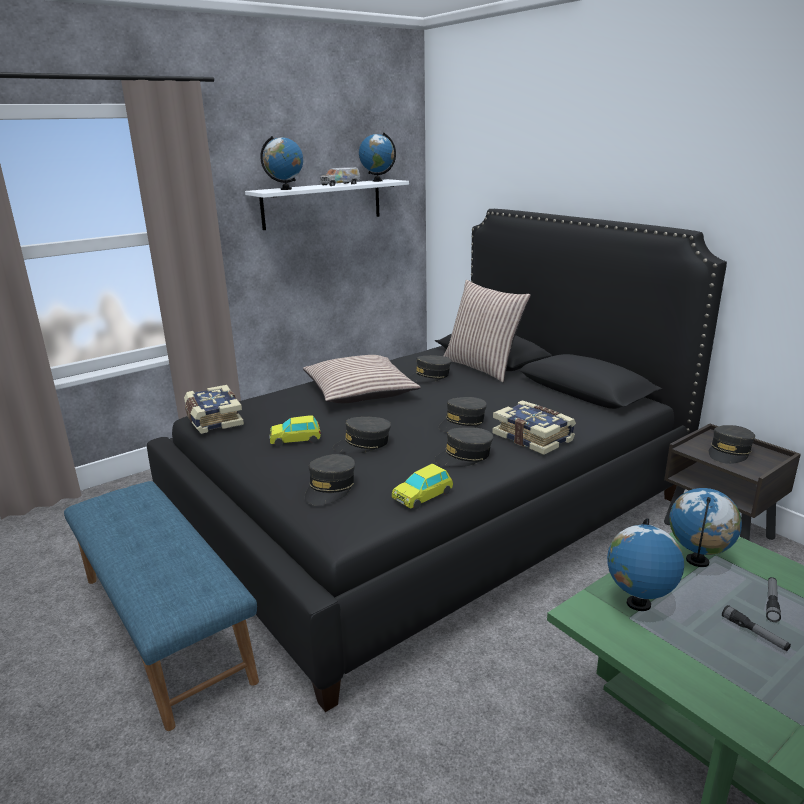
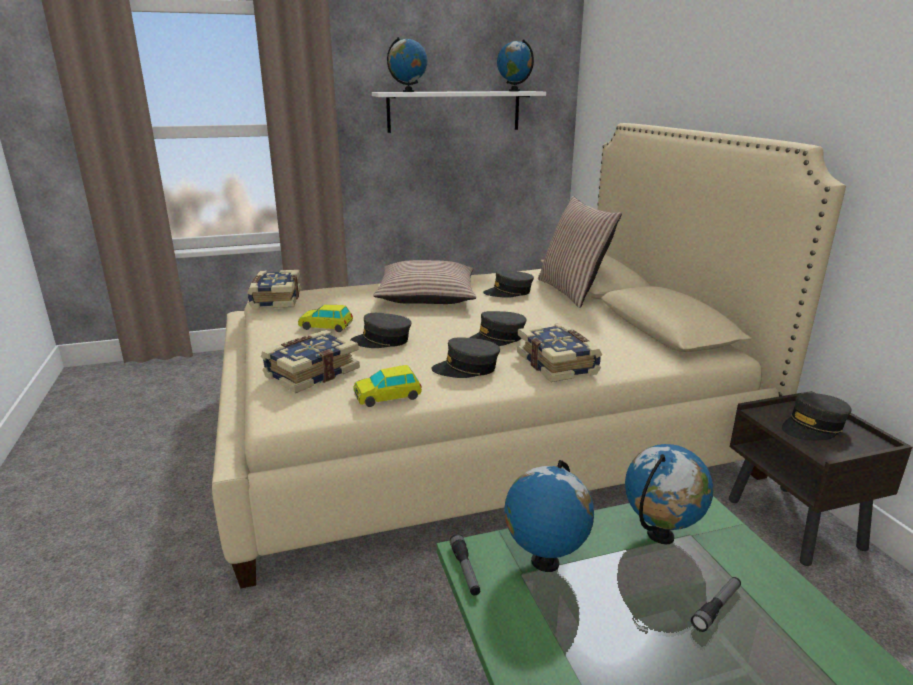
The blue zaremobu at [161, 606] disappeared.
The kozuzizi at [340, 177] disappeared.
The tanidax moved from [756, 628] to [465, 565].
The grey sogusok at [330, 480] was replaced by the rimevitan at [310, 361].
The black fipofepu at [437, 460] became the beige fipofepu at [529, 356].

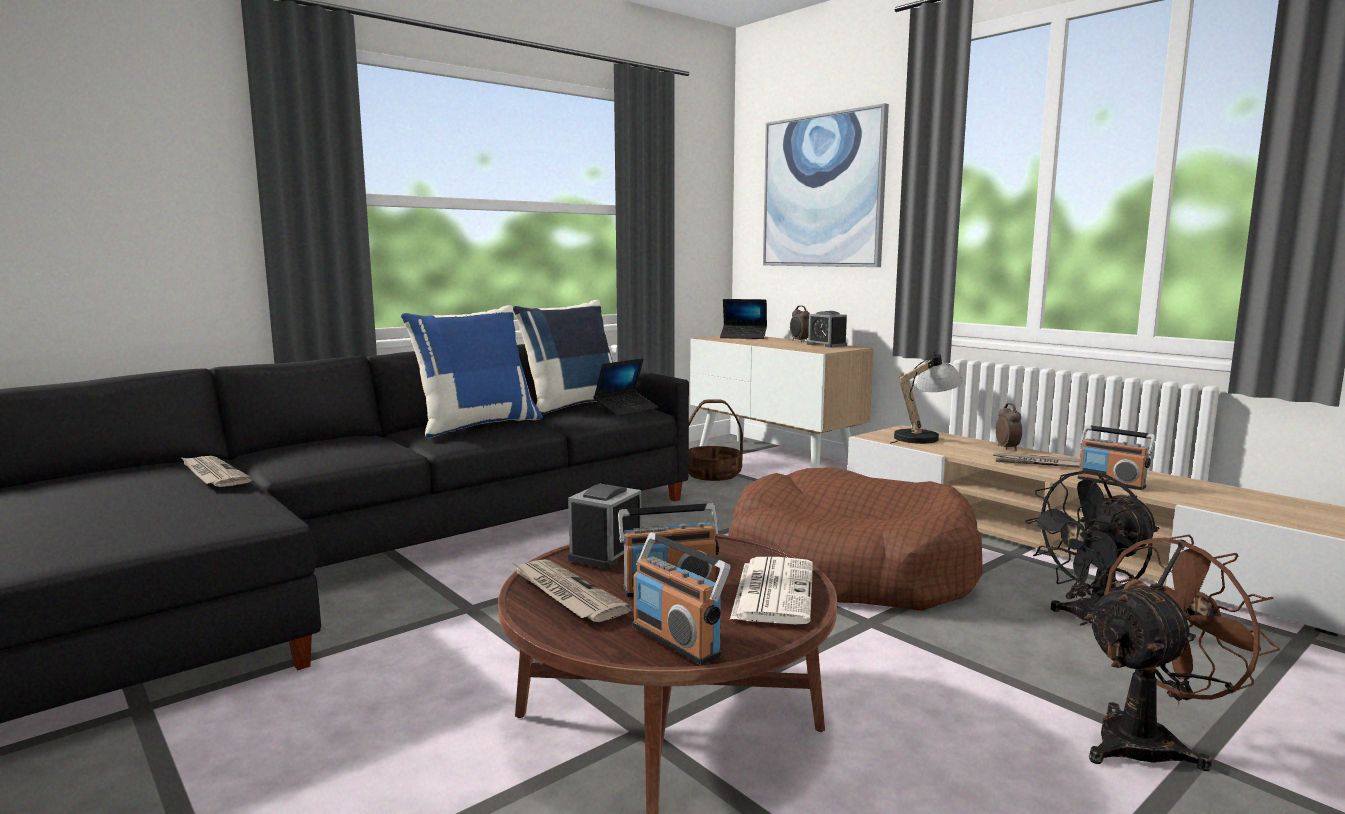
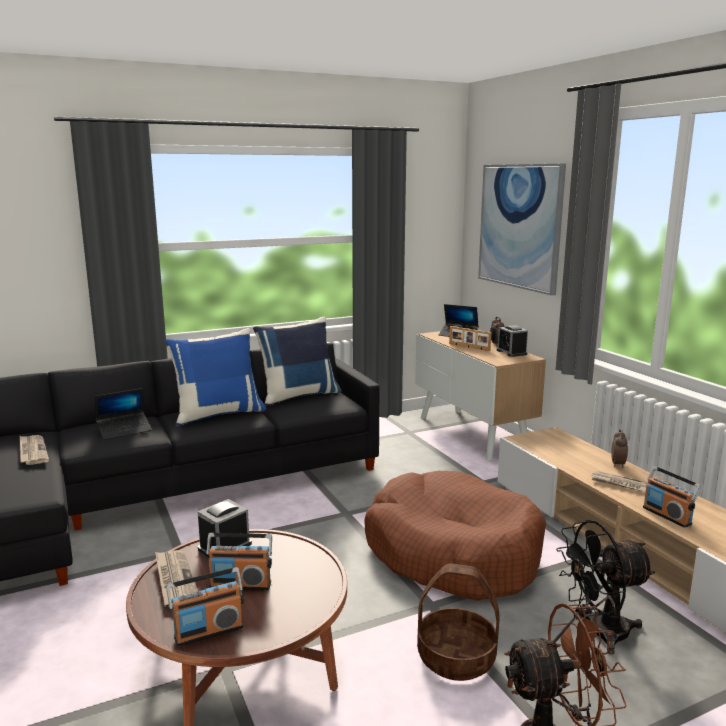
The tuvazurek at [771, 590] disappeared.
The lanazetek at [926, 397] disappeared.
The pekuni at [470, 338] appeared.
The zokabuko moved from [626, 387] to [123, 414].
The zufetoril moved from [715, 440] to [458, 622].
The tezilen at [682, 598] turned 90 degrees counterclockwise.

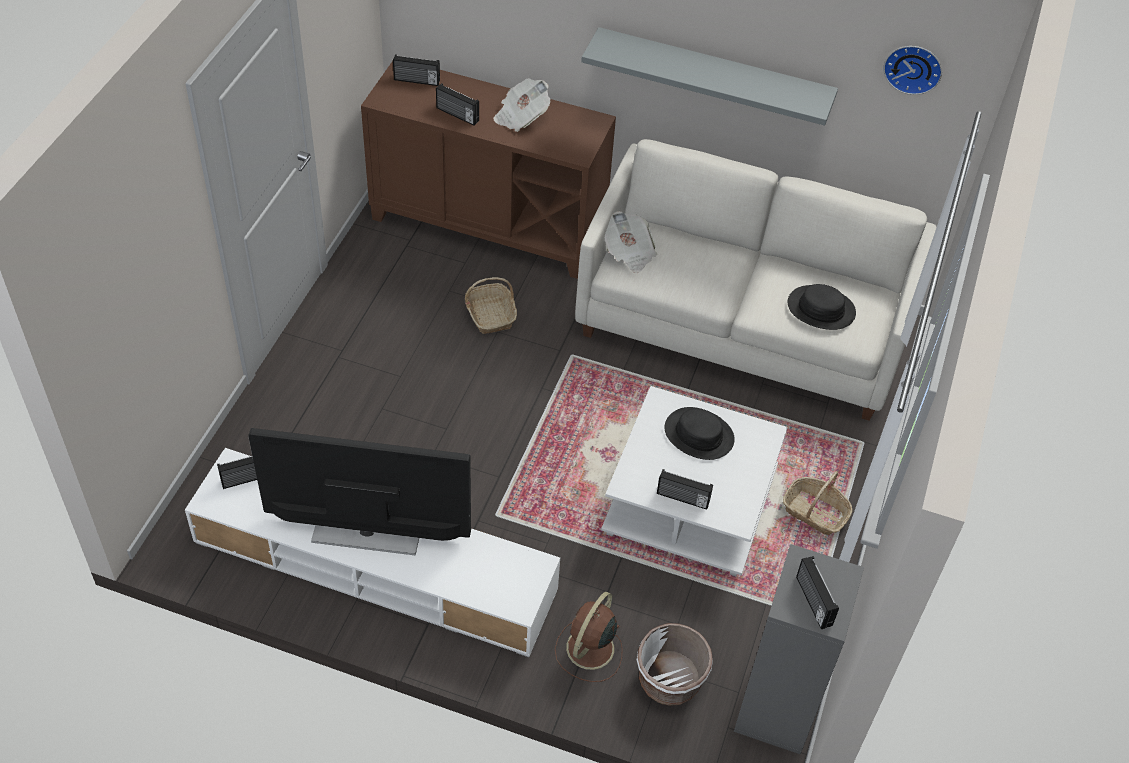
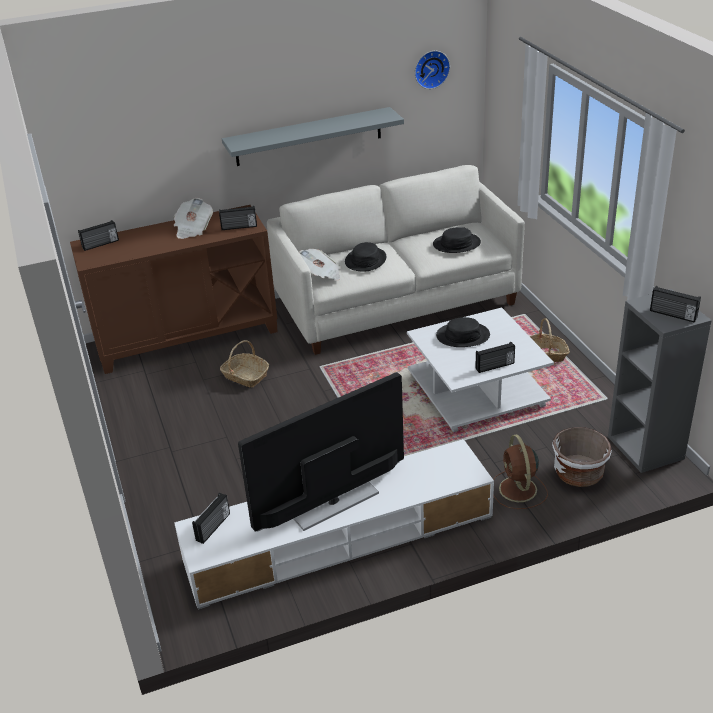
The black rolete at [365, 257] appeared.
The tezilen moved from [457, 104] to [238, 218].

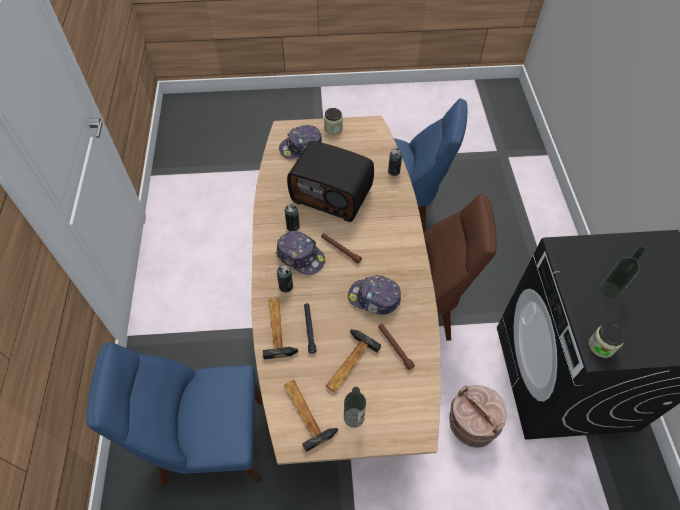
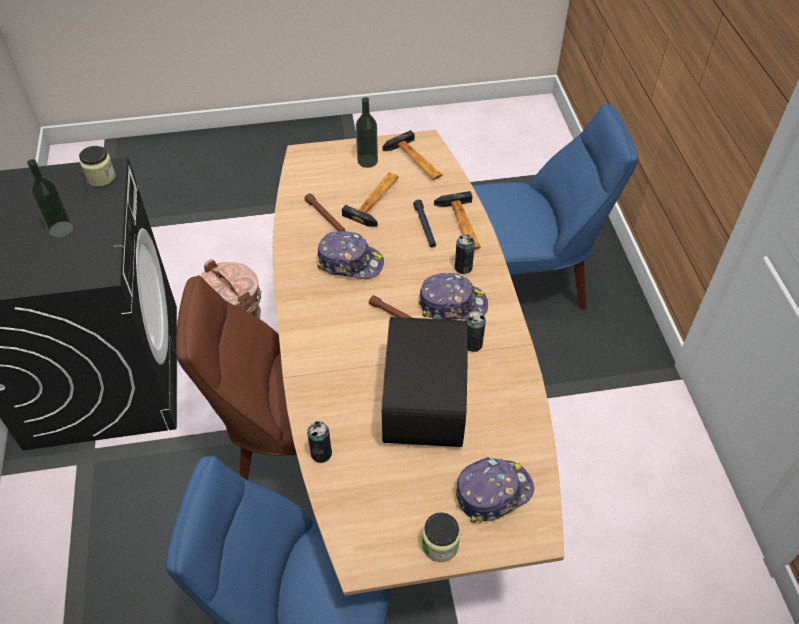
The sogusok at [300, 253] turned 150 degrees clockwise.
The tezilen at [330, 181] turned 75 degrees clockwise.

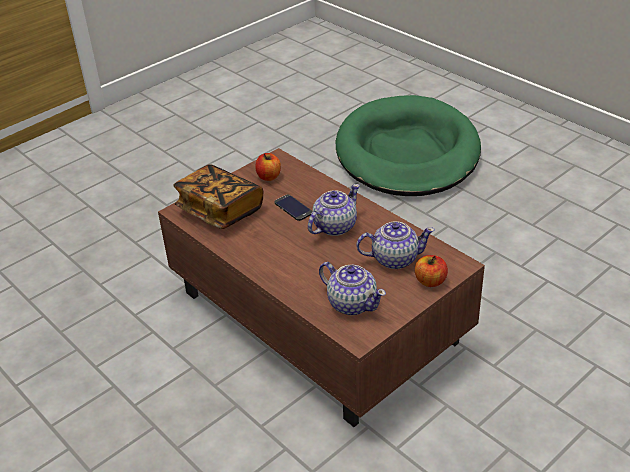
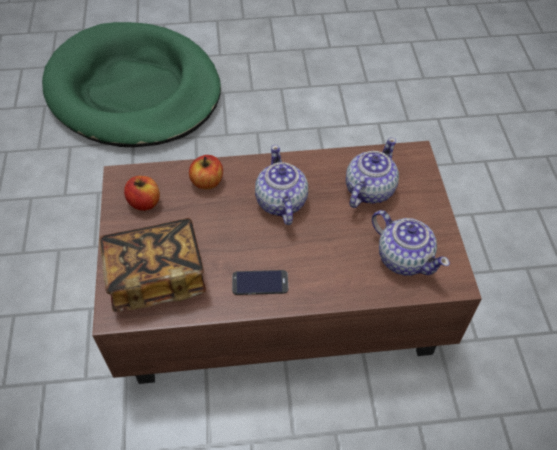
The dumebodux moved from [293, 208] to [260, 282].
The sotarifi moved from [431, 271] to [206, 172].
The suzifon at [352, 288] turned 60 degrees clockwise.

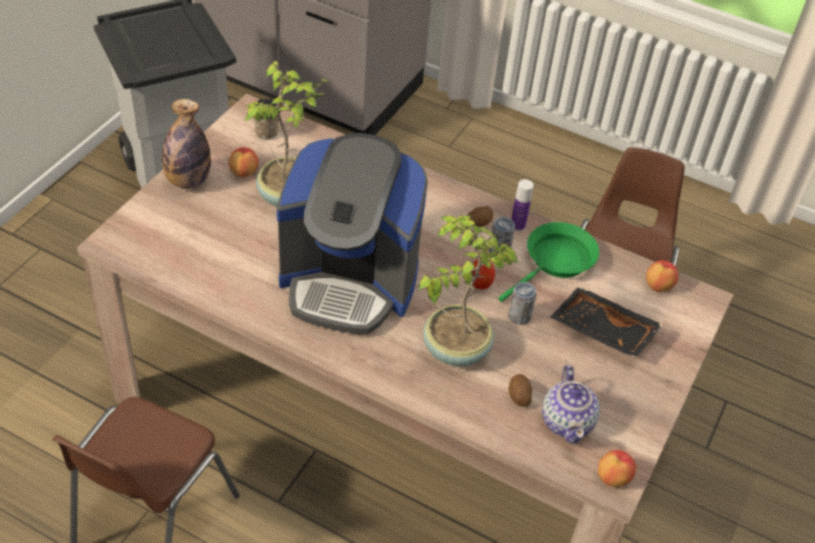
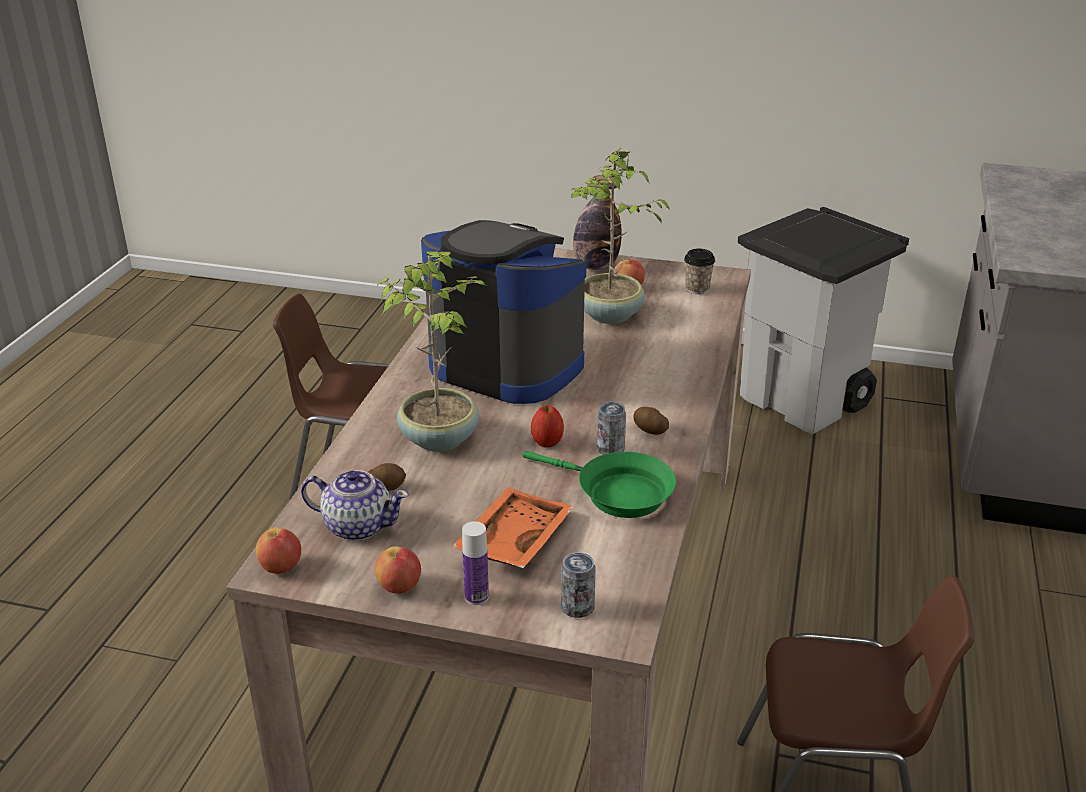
The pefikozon moved from [522, 303] to [578, 585].
The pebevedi moved from [522, 205] to [475, 563].
The sotarifi moved from [662, 276] to [397, 570].
The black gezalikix at [606, 322] became the orange gezalikix at [512, 527].
The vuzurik at [352, 233] turned 120 degrees clockwise.
The suzifon at [571, 404] turned 150 degrees counterclockwise.

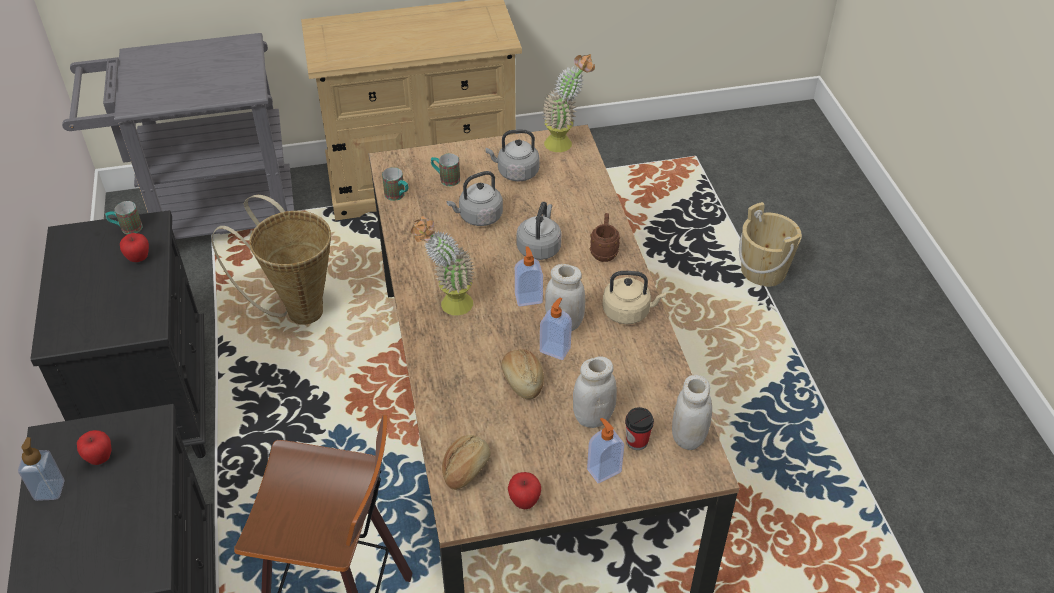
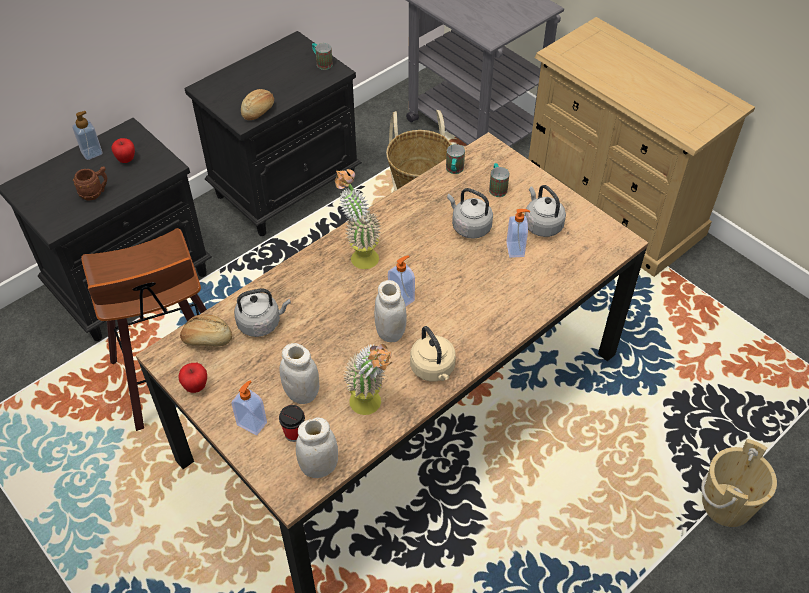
The sotarifi at [134, 247] disappeared.
The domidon moved from [523, 374] to [257, 104].
The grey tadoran moved from [539, 231] to [262, 312].
The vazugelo moved from [556, 329] to [518, 233].
The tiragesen moved from [569, 103] to [367, 379].
The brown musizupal moved from [605, 237] to [90, 183].

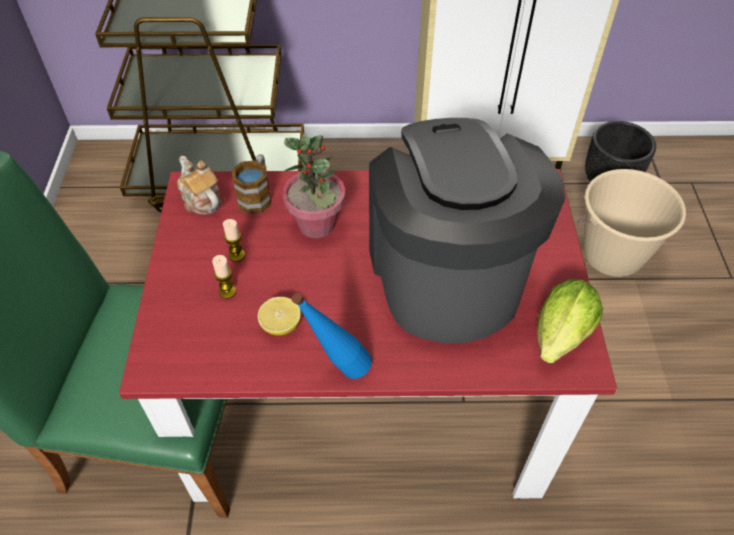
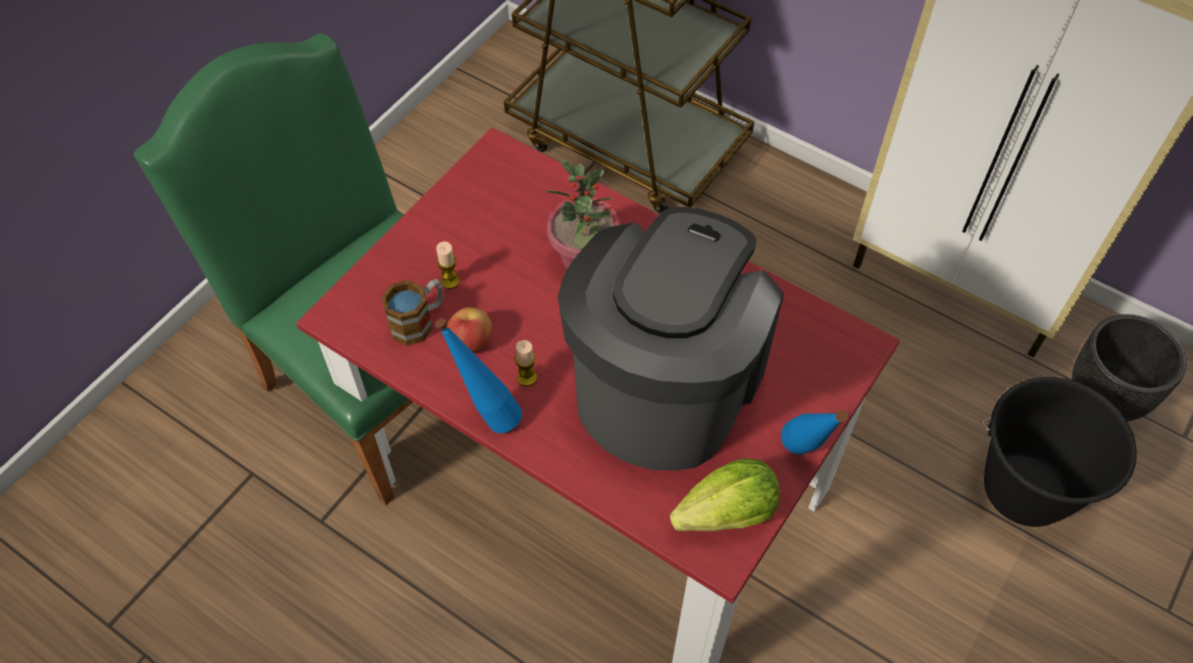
The suzifon at [200, 185] disappeared.
The blue pebevedi at [814, 432] appeared.
The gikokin moved from [234, 240] to [526, 363].
The musizupal moved from [251, 184] to [412, 312].
The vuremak at [279, 316] was replaced by the sotarifi at [469, 329].
The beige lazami at [632, 223] became the black lazami at [1059, 452].

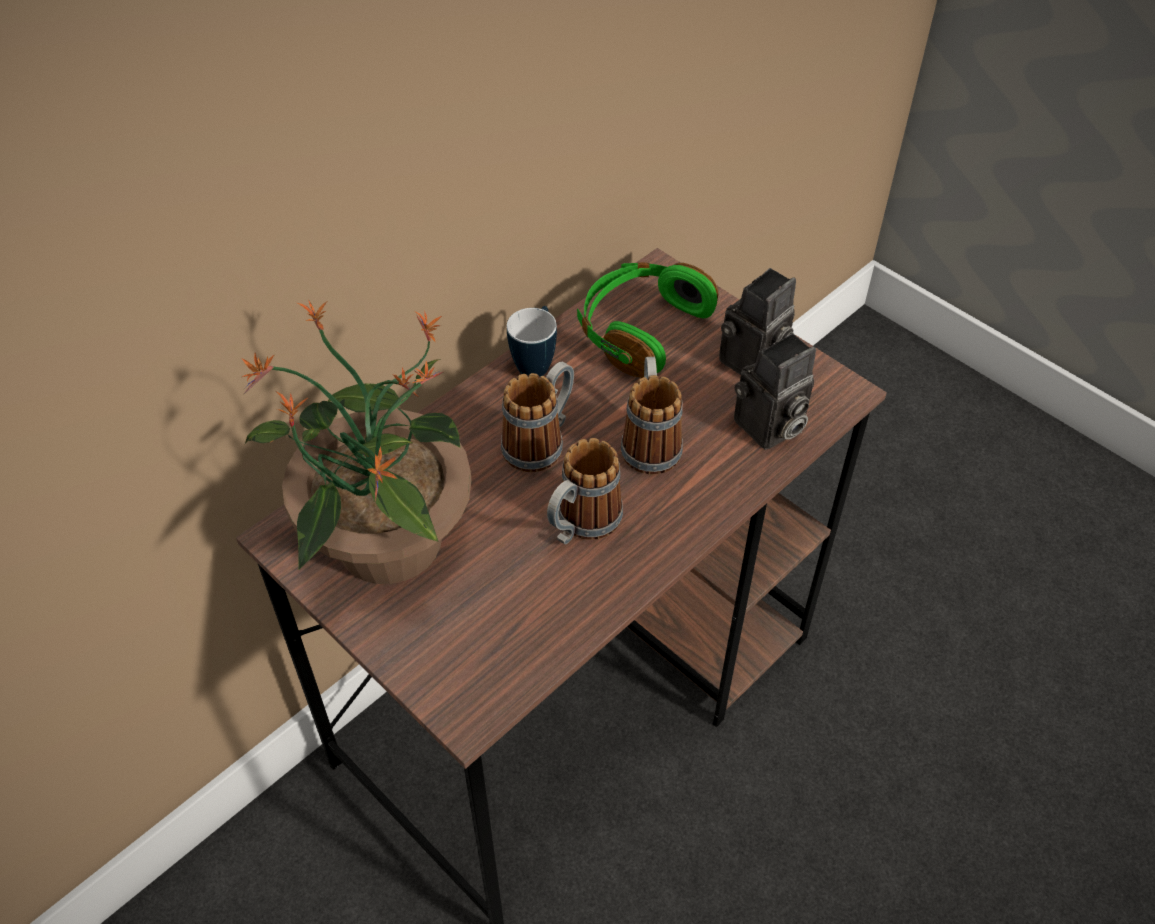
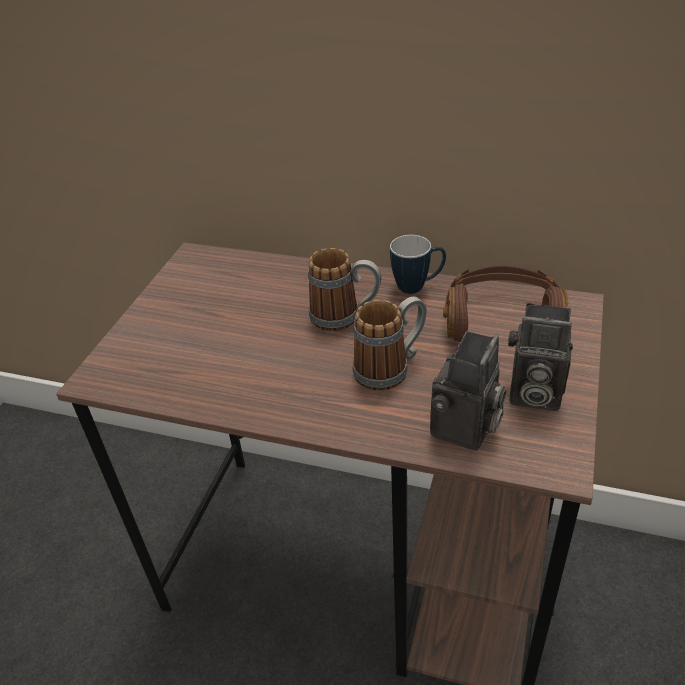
The tiragesen at [356, 442] disappeared.
The musizupal at [585, 491] disappeared.
The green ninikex at [647, 320] became the brown ninikex at [505, 304].
The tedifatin at [775, 391] turned 90 degrees counterclockwise.

